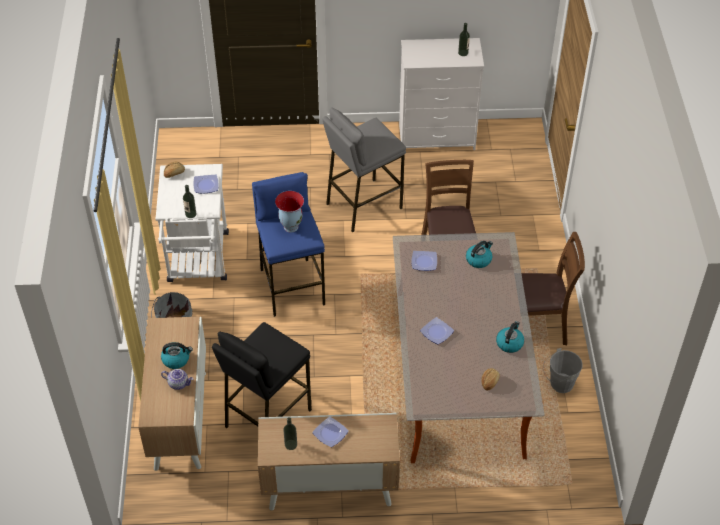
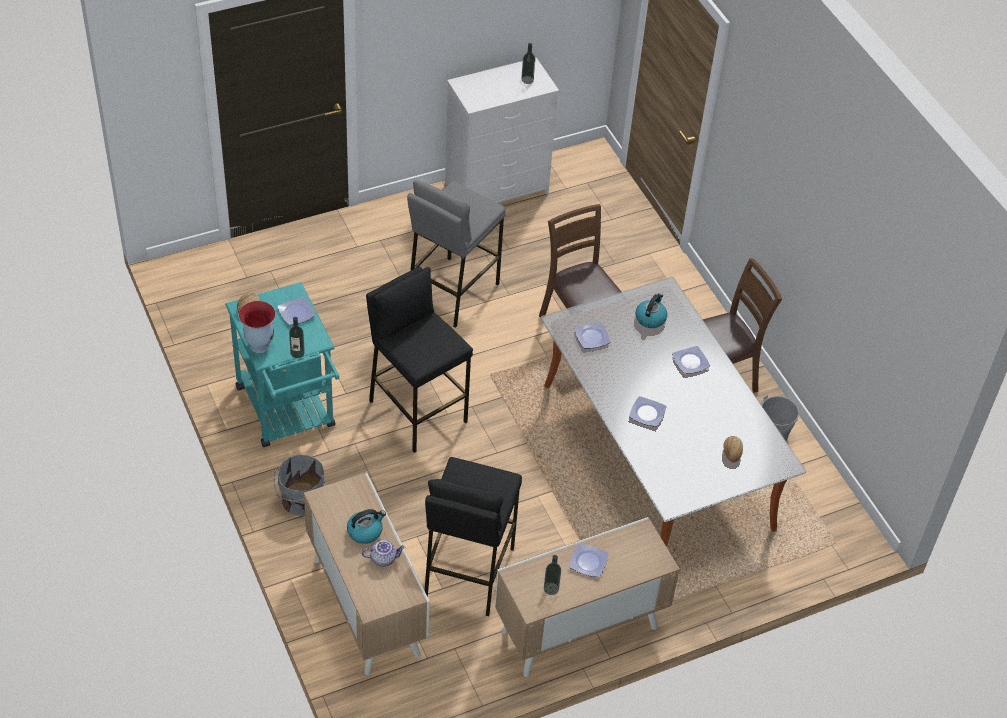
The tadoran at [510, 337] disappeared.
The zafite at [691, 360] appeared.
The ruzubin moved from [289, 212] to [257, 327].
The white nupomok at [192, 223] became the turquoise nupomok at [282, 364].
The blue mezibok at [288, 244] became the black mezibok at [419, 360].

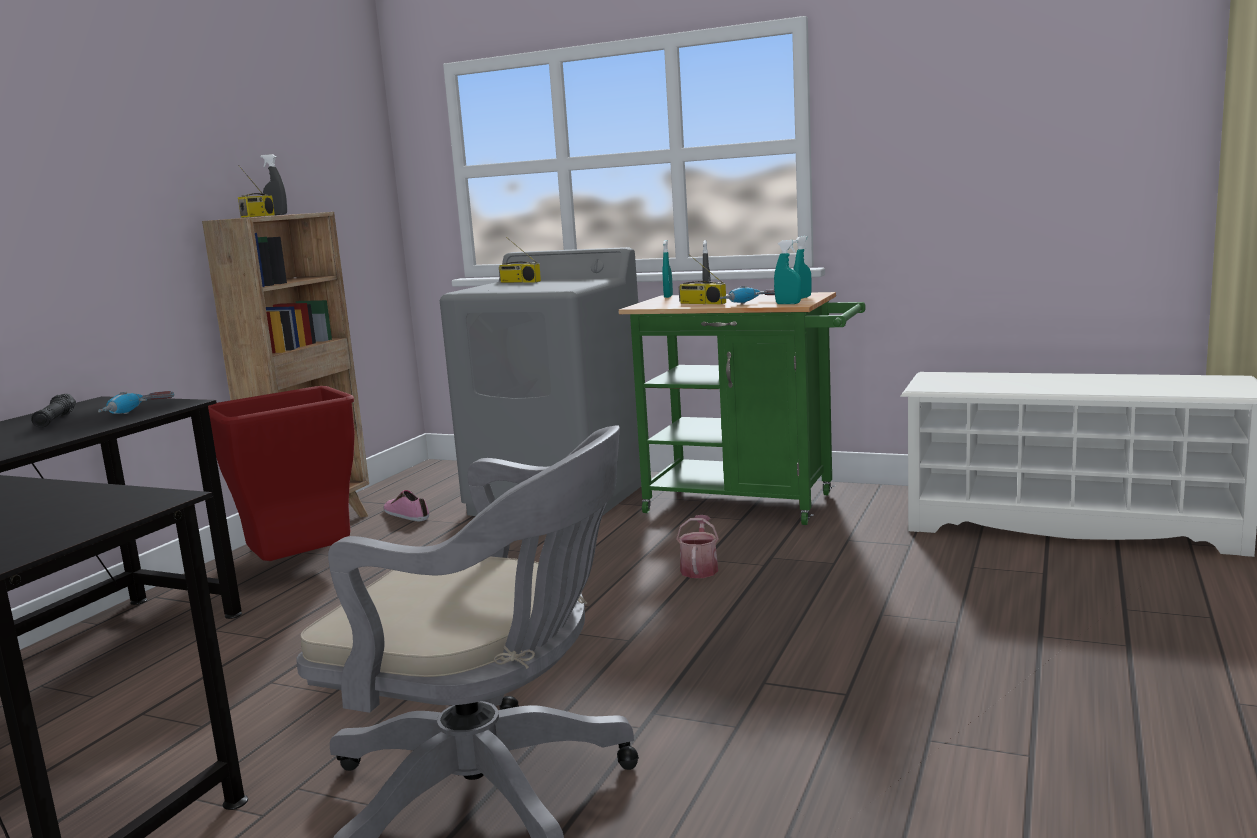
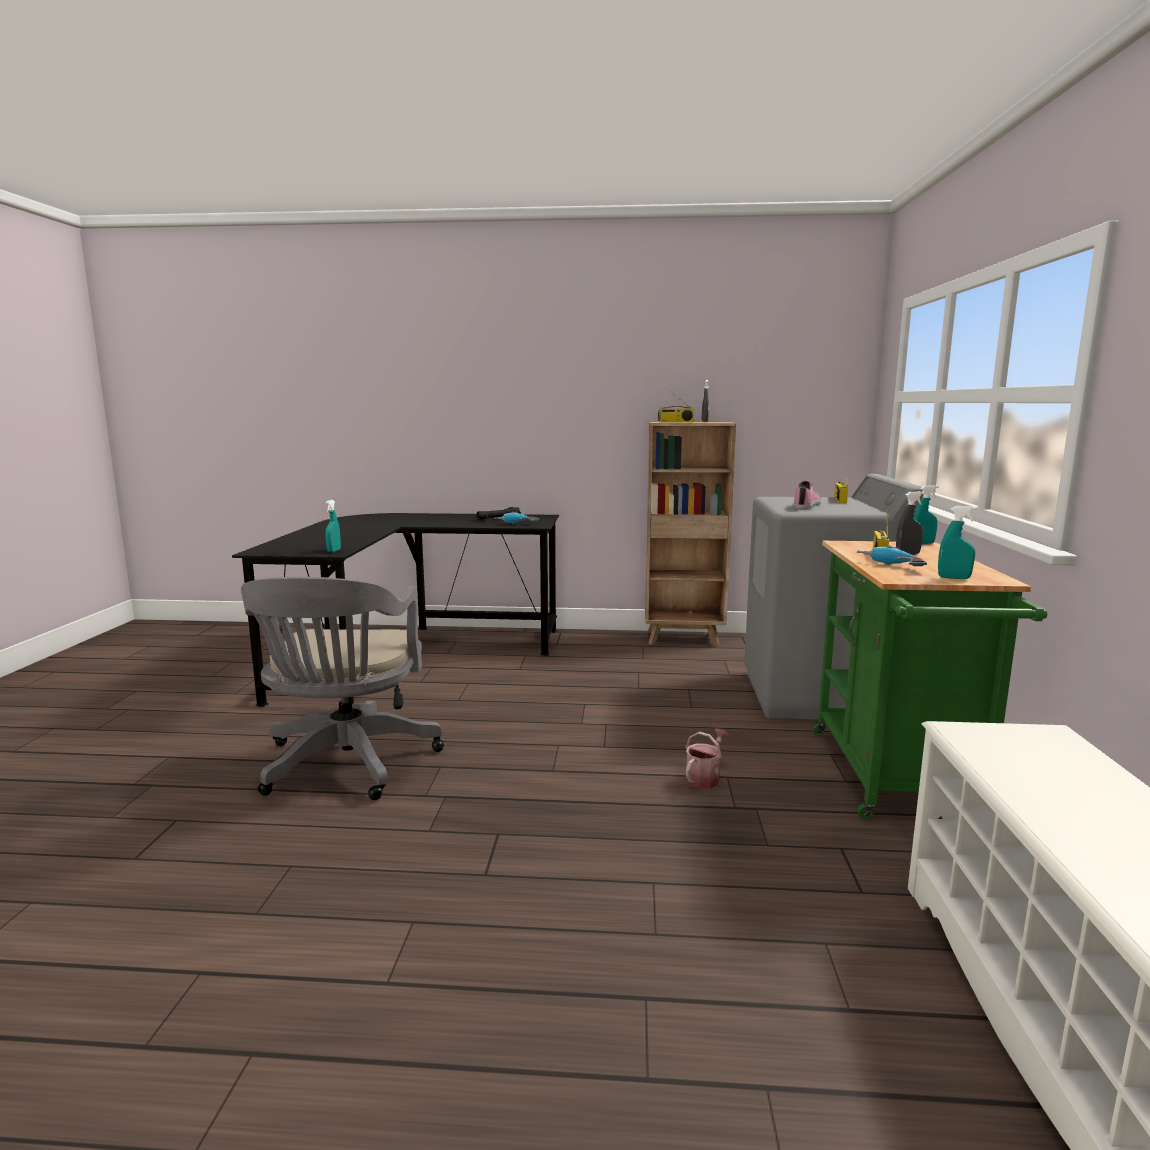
The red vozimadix at [281, 473] disappeared.
The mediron moved from [406, 505] to [807, 495].
The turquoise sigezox moved from [787, 272] to [333, 526].
The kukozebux at [697, 546] turned 45 degrees counterclockwise.

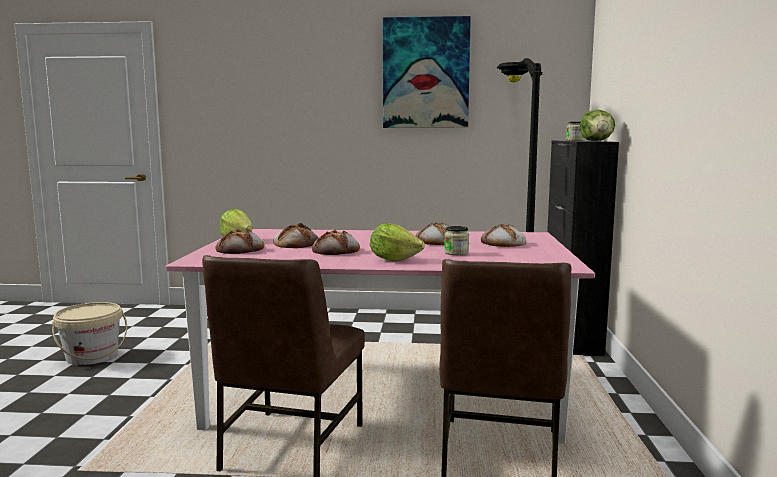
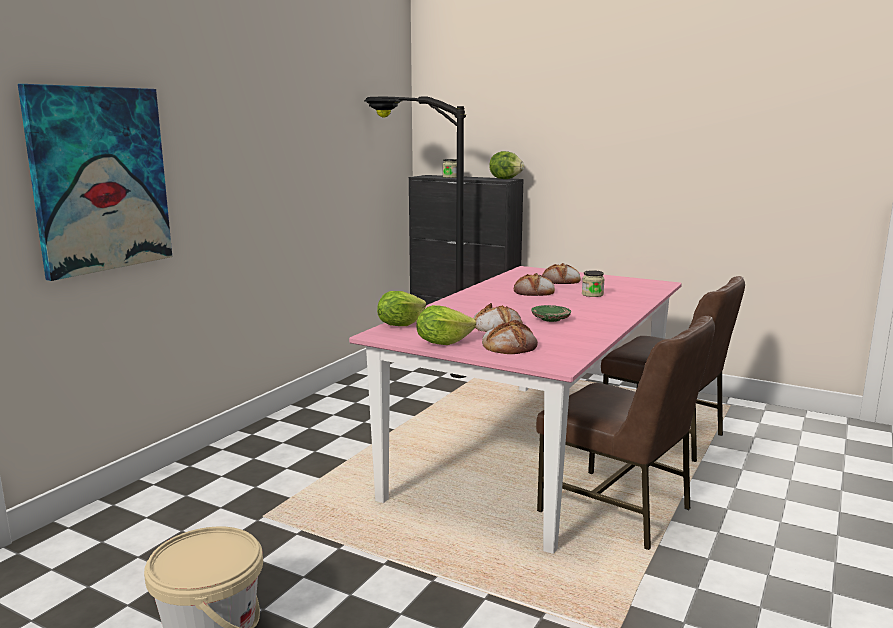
The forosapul moved from [397, 242] to [401, 308].
The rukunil moved from [427, 72] to [95, 182].
The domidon at [336, 242] was replaced by the green zafite at [551, 313].

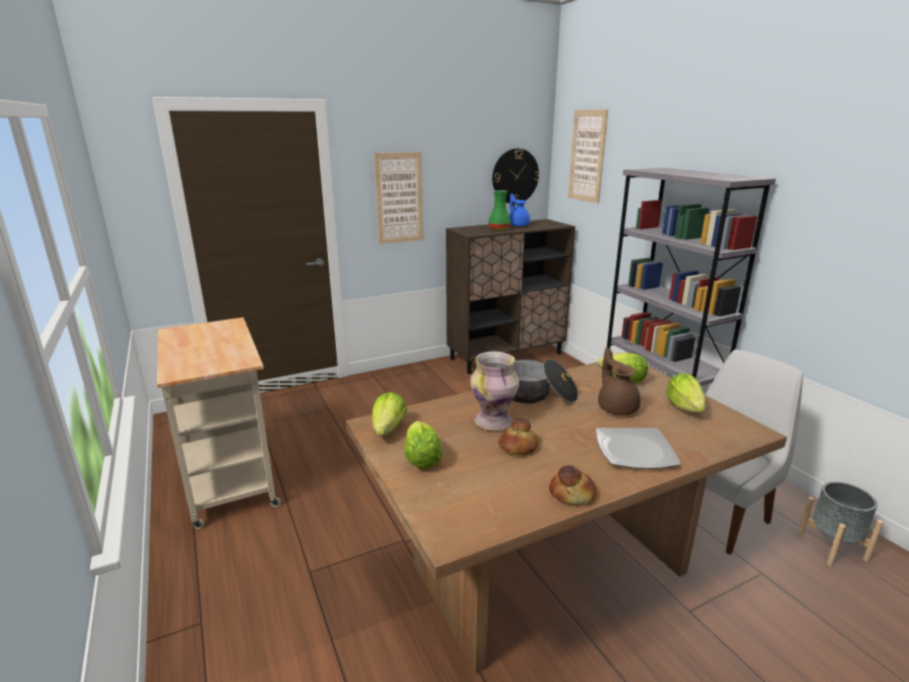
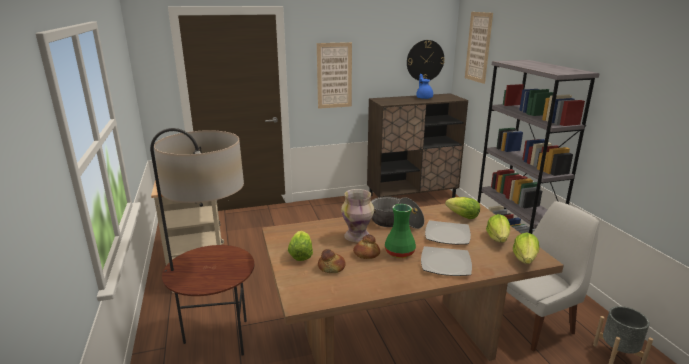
The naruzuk at [202, 242] appeared.
The forosapul moved from [389, 414] to [526, 248].
The green ruzubin moved from [499, 210] to [400, 231].
The domidon moved from [572, 485] to [332, 261].
The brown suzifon at [619, 381] was replaced by the zafite at [448, 232].

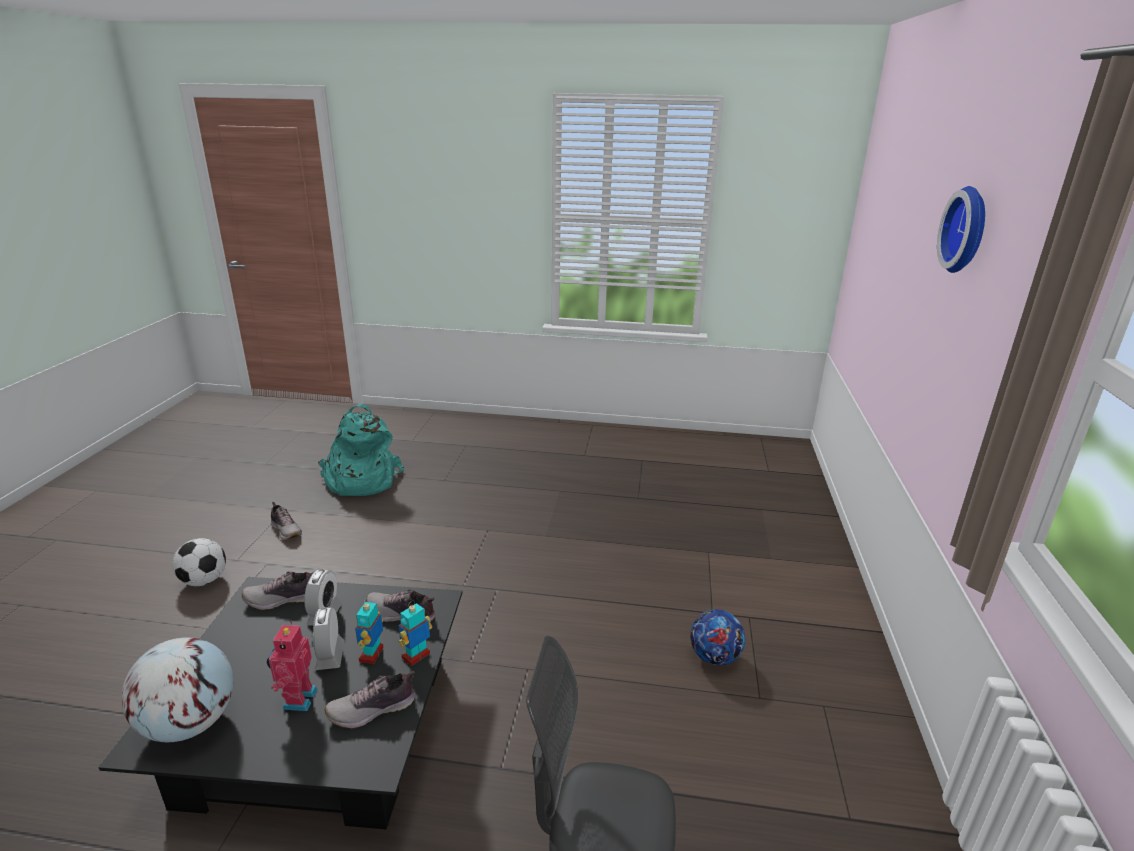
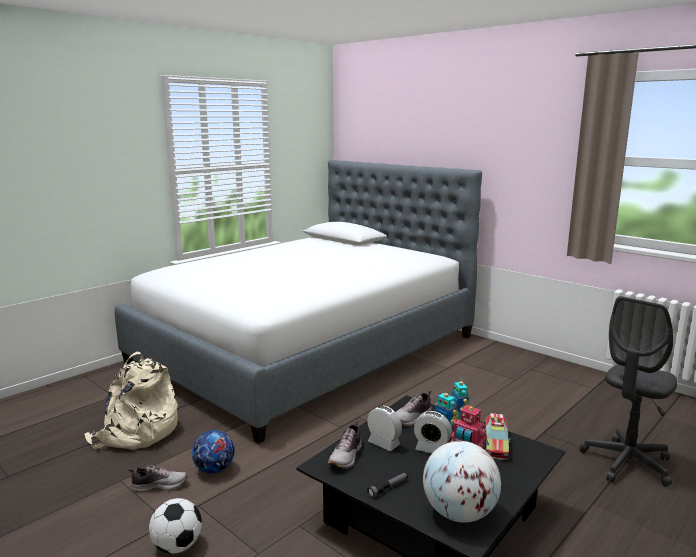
The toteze at [961, 229] disappeared.
The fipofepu at [298, 302] appeared.
The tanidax at [387, 485] appeared.
The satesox moved from [717, 637] to [213, 451].
The mediron at [370, 699] was replaced by the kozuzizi at [498, 436].
The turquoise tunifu at [361, 450] became the beige tunifu at [131, 401].

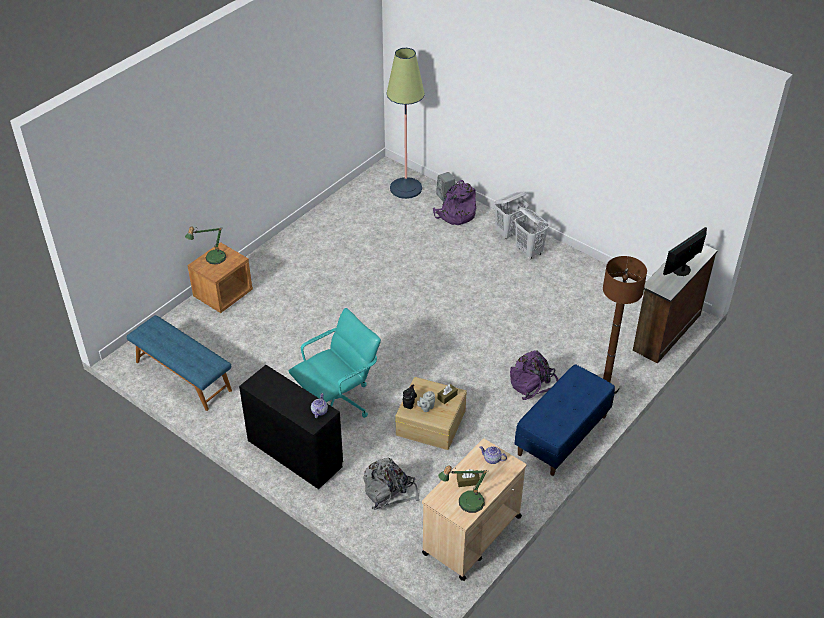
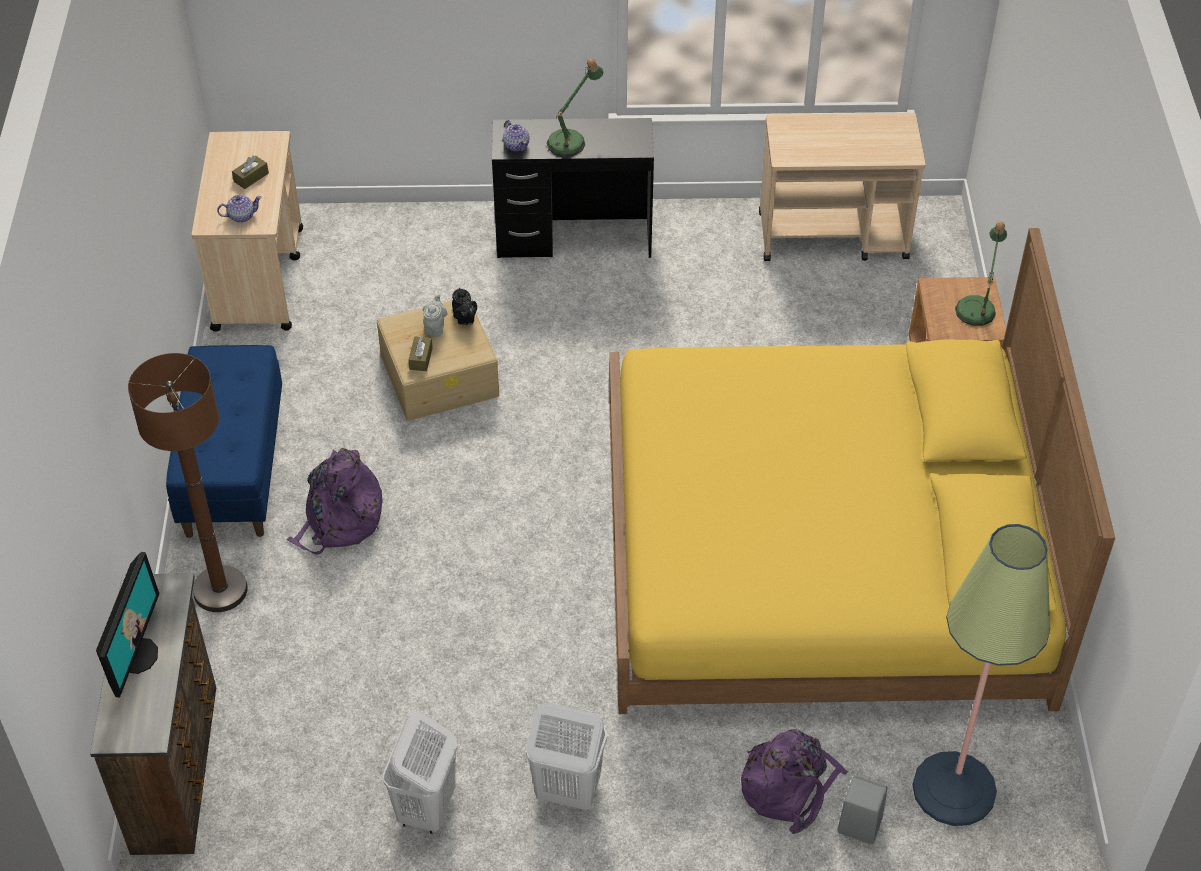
The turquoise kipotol at [335, 363] disappeared.
The grey tunifu at [391, 484] disappeared.
The yellow fipofepu at [862, 471] appeared.
The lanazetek moved from [463, 489] to [575, 107].
The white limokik moved from [511, 215] to [420, 773].
The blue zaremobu at [179, 363] was replaced by the beige nupomok at [842, 187].

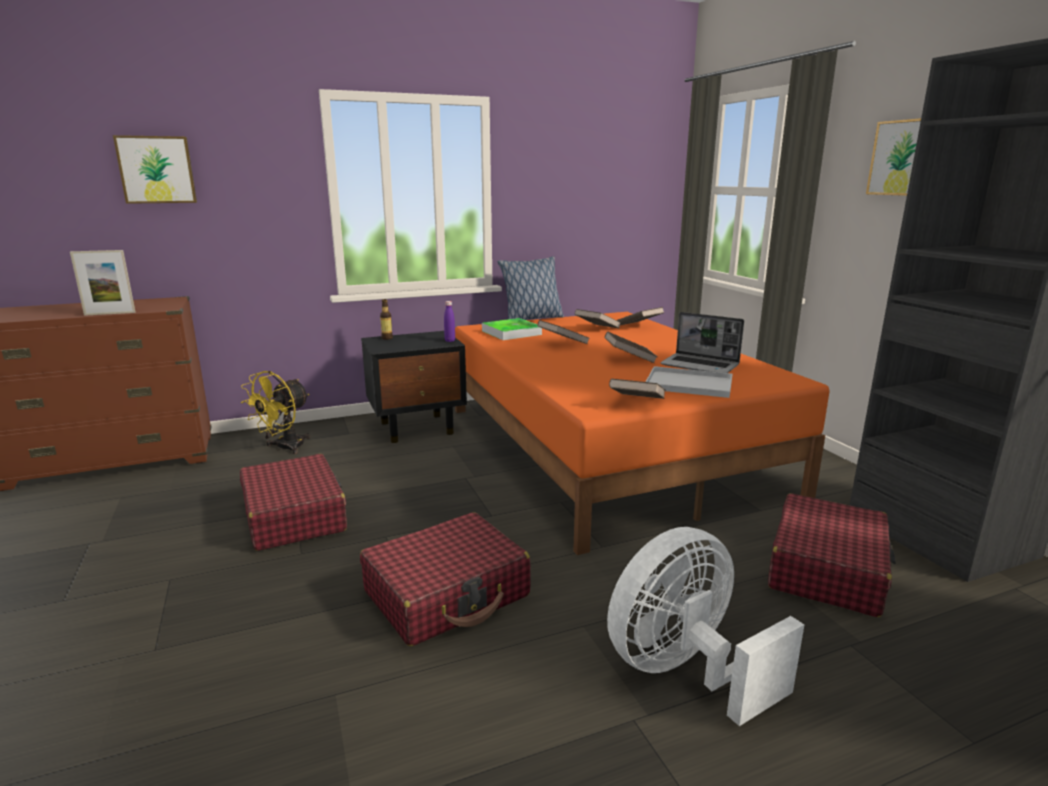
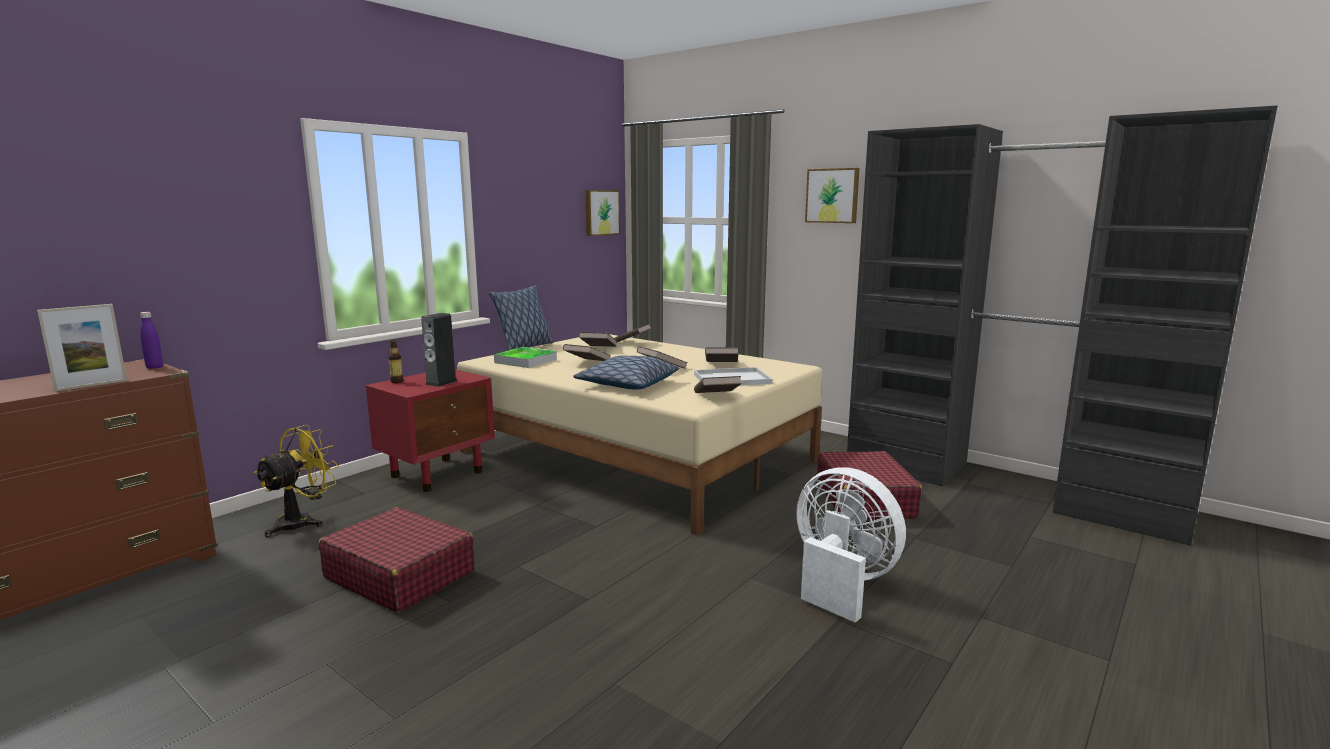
The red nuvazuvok at [445, 579] disappeared.
The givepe at [439, 350] appeared.
The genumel at [626, 372] appeared.
The rukunil moved from [155, 169] to [602, 213].
The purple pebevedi moved from [449, 321] to [151, 340].
The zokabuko at [702, 342] was replaced by the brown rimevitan at [721, 354].
The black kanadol at [414, 387] became the red kanadol at [430, 430].
The orange fipofepu at [642, 433] became the beige fipofepu at [639, 435].
The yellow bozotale at [275, 412] turned 150 degrees counterclockwise.
The white bozotale at [705, 626] turned 105 degrees clockwise.

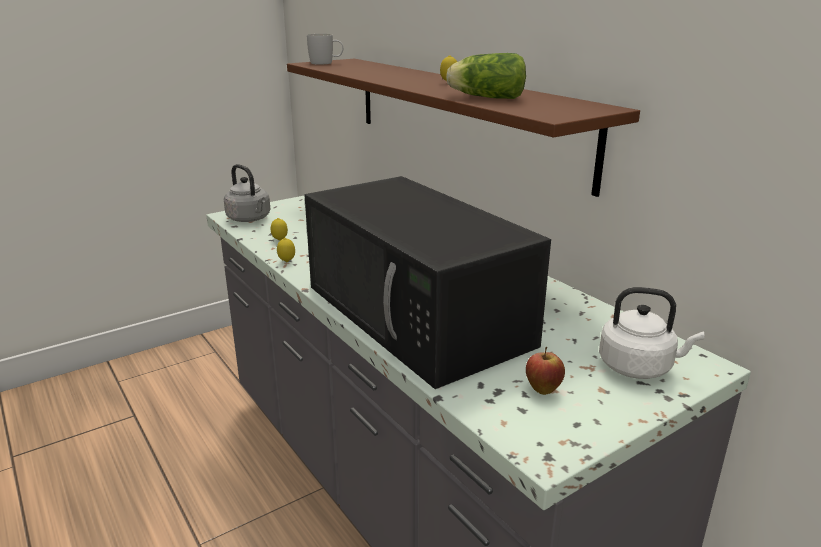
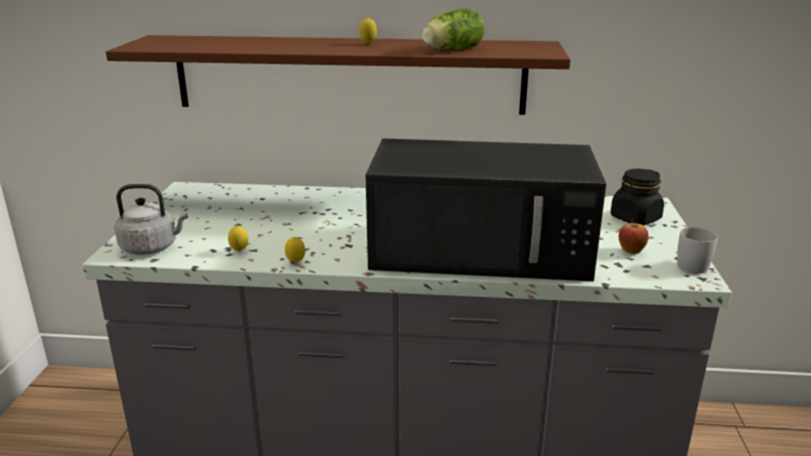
The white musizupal moved from [325, 49] to [697, 250].
The white tadoran at [652, 333] was replaced by the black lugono at [637, 197].

